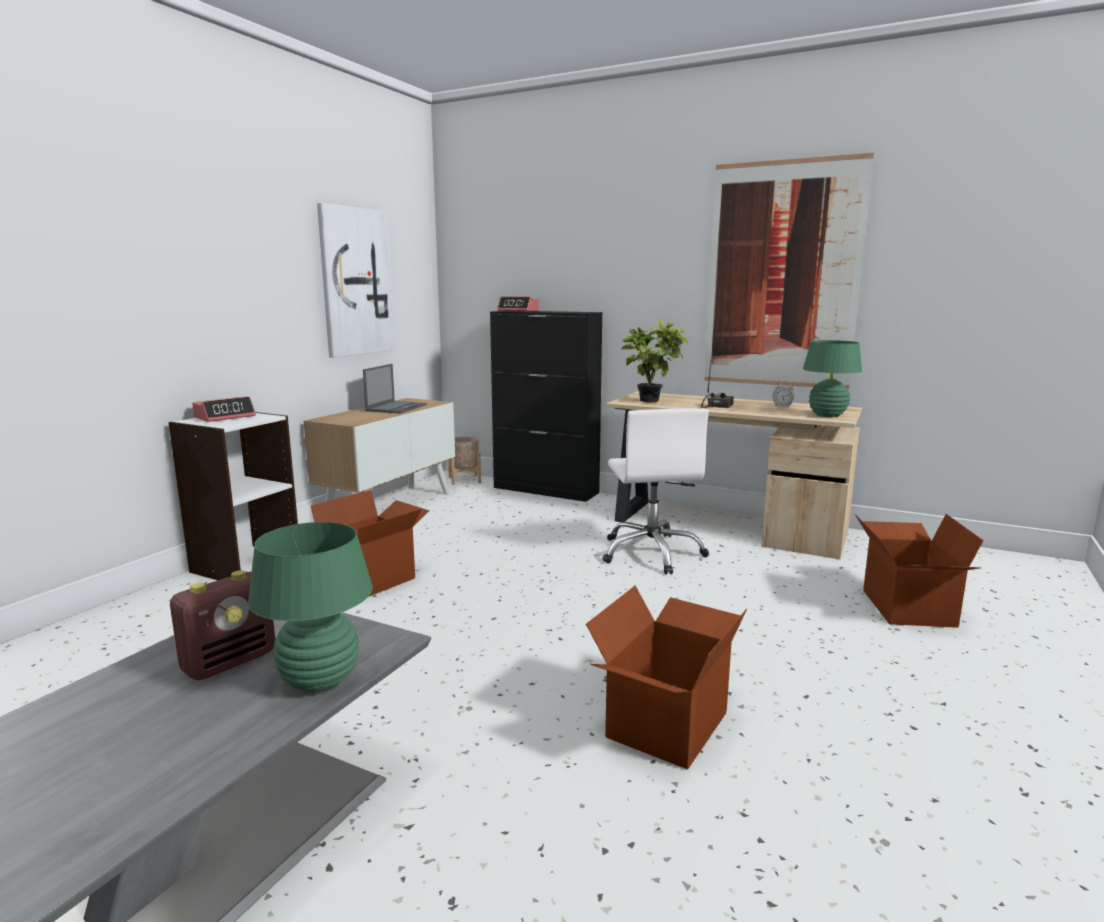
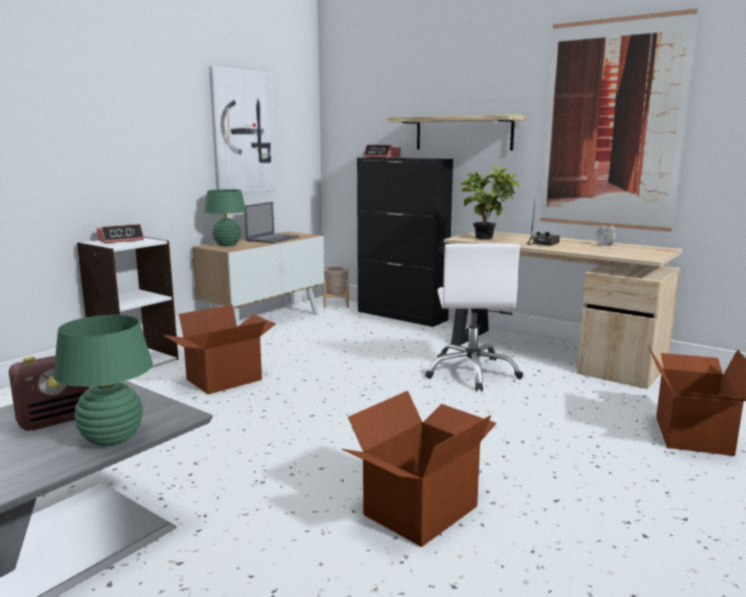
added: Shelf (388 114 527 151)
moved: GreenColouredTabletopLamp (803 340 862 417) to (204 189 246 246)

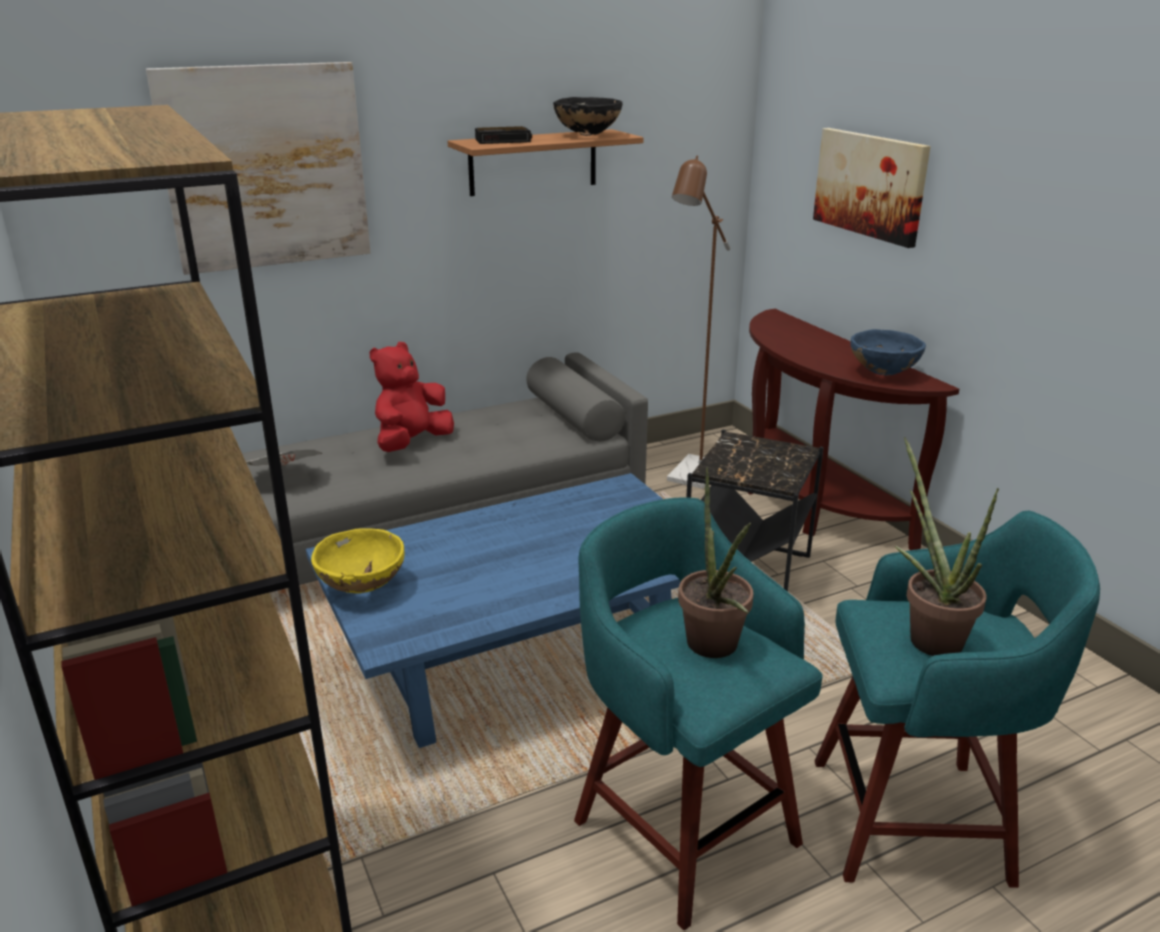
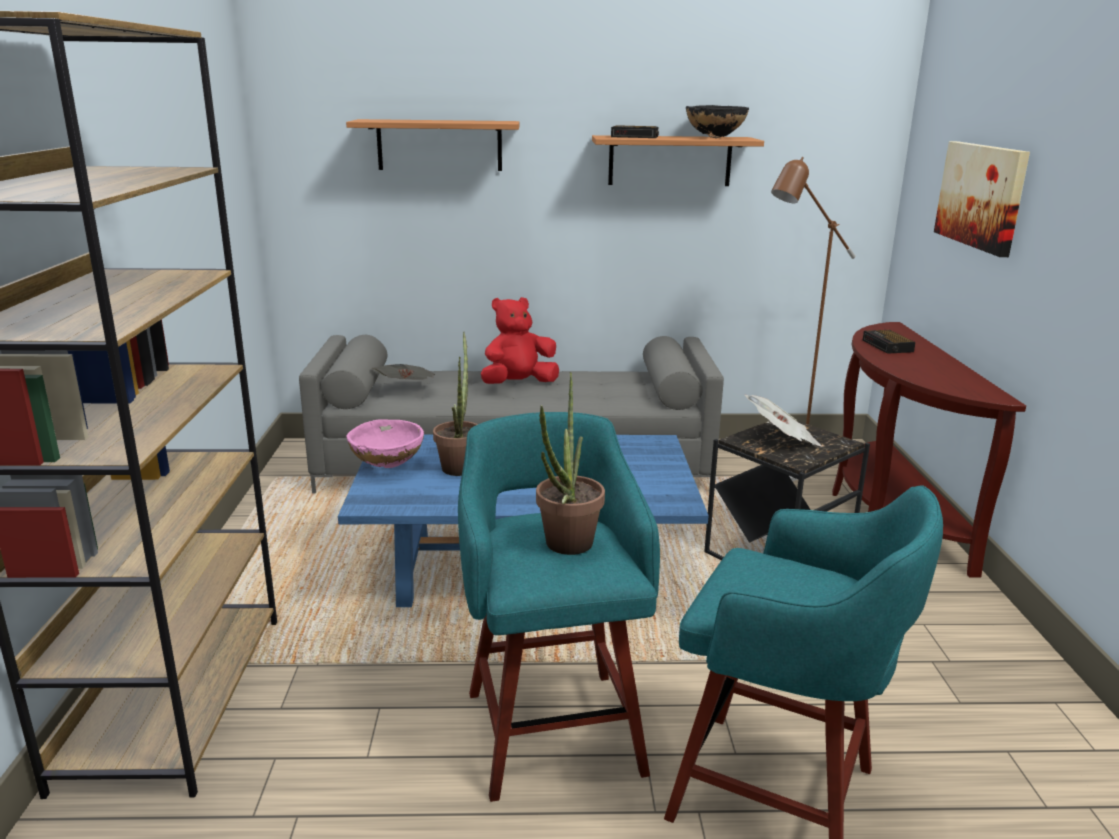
removed: BluishDeepDish (850 329 926 376)
added: DailyPaper (745 395 822 446); TableClock (863 330 916 354)
moved: Houseplant (894 437 999 656) to (433 331 478 476)
replaced: WallArt (146 62 371 275) to Shelf (346 119 520 171)
recoloured: YellowishDeepDish (311 528 405 593) to PinkColouredDeepDish (347 419 424 468)

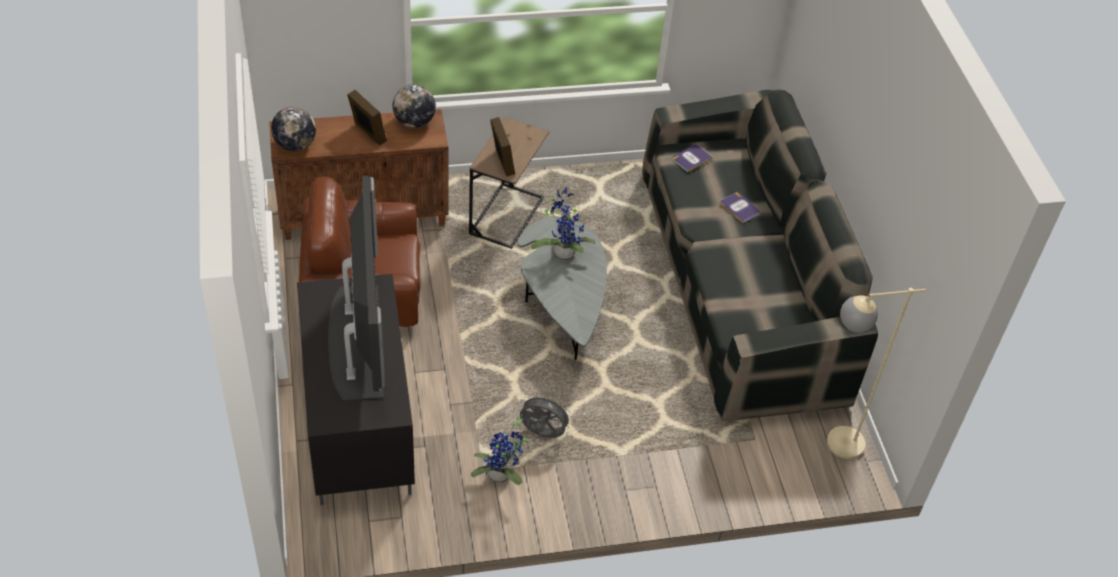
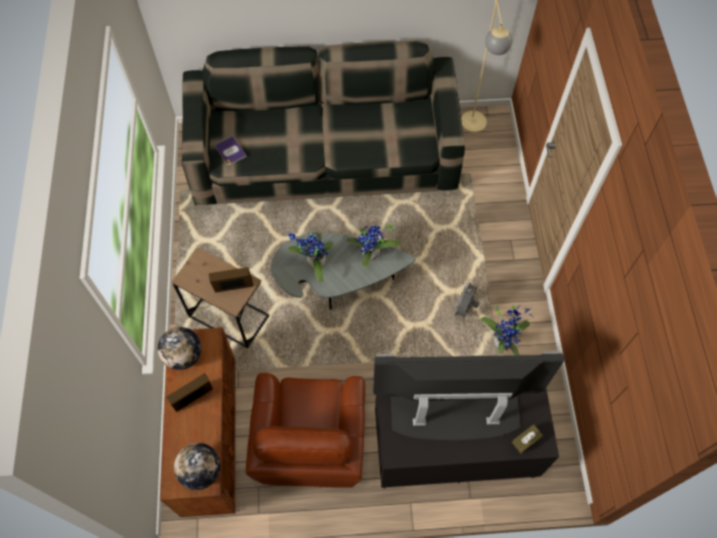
removed: Book (719 192 760 224)
added: Houseplant (347 225 401 267); BrownishBoxOfTissues (512 424 543 454)

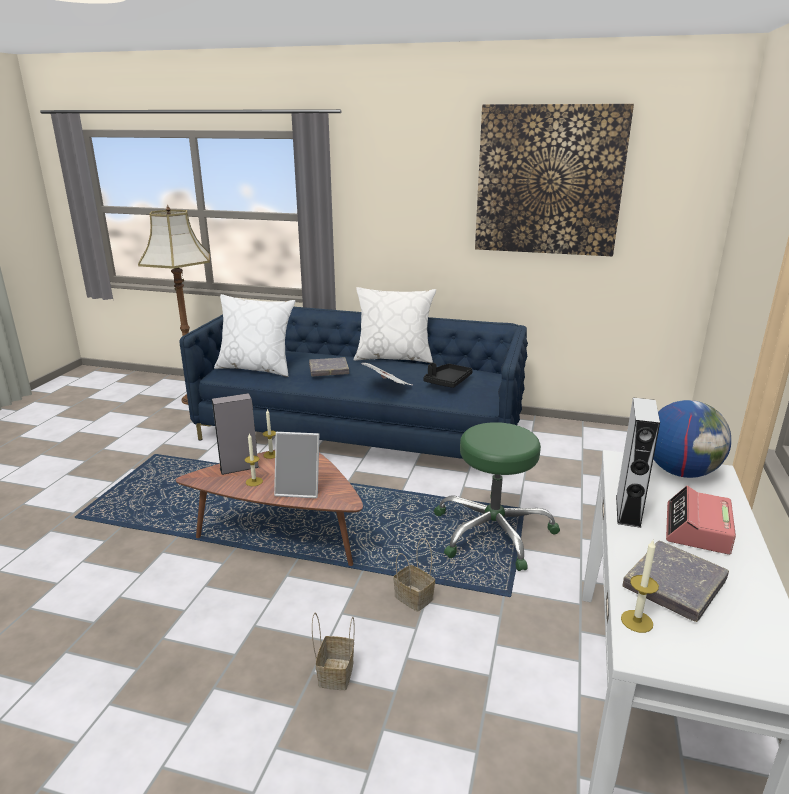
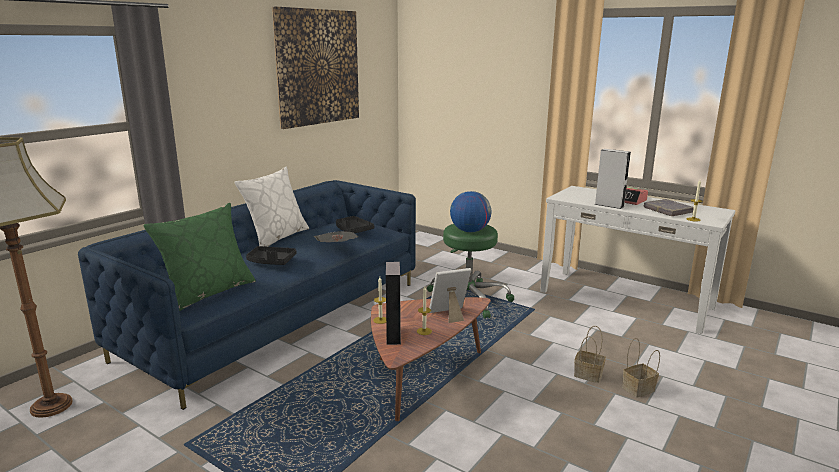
moved: StorageBasket (393 538 435 612) to (622 338 660 398); DeskGlobe (653 400 731 478) to (450 191 491 232)
replaced: GreyBook (309 357 349 377) to BlackCarryingTray (246 246 296 265)
recoloured: WhitishPillow (214 294 295 377) to GreenColouredPillow (143 203 256 311)
turned: PictureFrame (274 432 319 498) = (429 268 471 323) 135 degrees counterclockwise

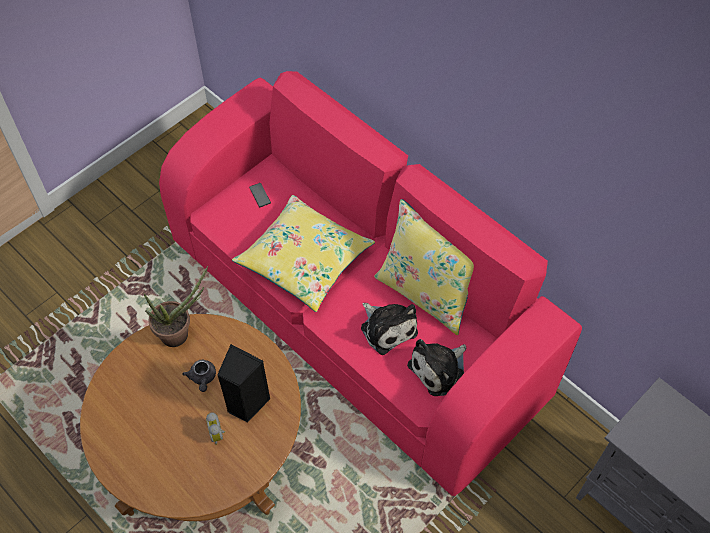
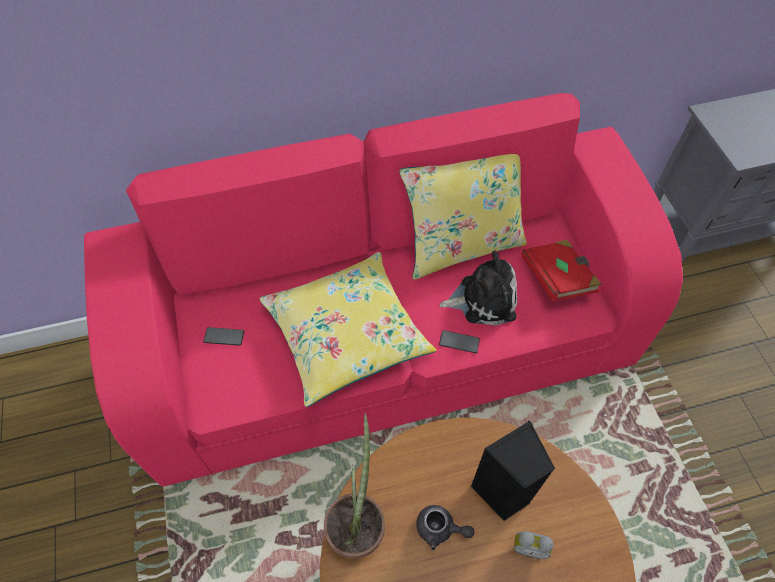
added: Handset (439 330 480 353)
replaced: PlushToy (407 339 466 396) to RedColouredBook (522 240 601 301)

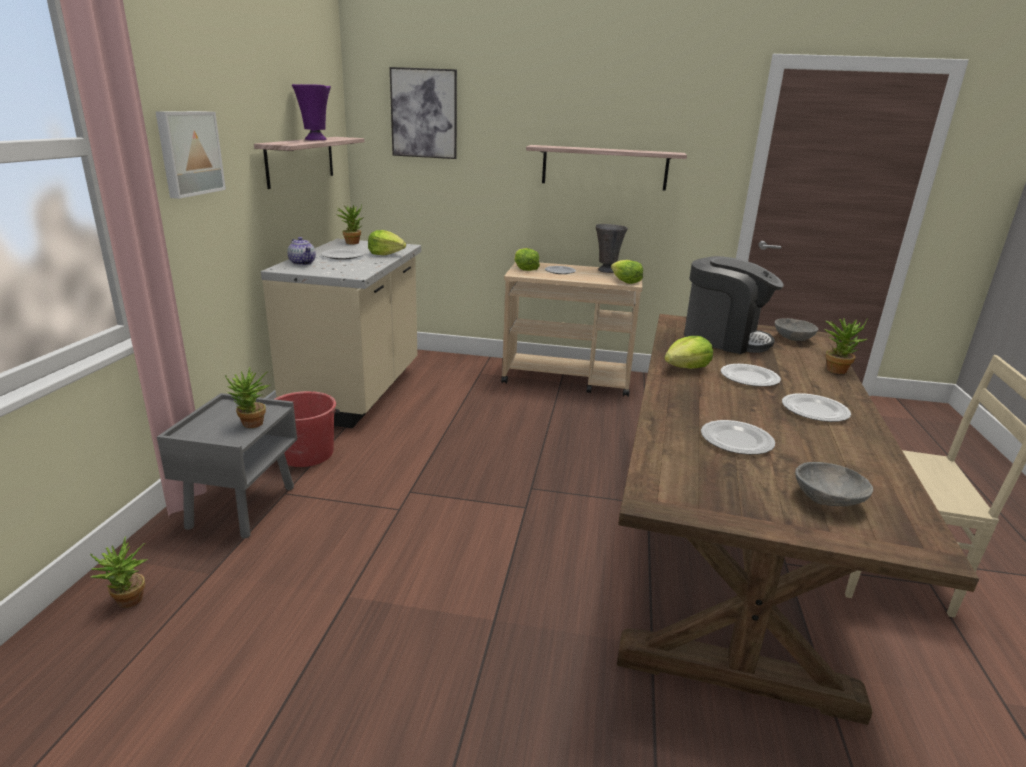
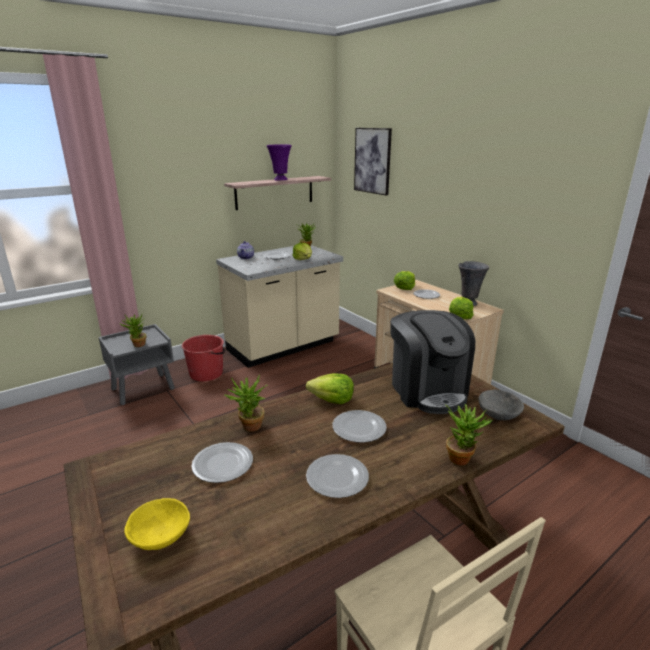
removed: WallArt (155 111 226 199); Shelf (526 145 687 191)
moved: Houseplant (90 536 148 608) to (224 375 267 432)
recoloured: GreyDeepDish (795 462 873 506) to YellowishDeepDish (124 498 190 550)

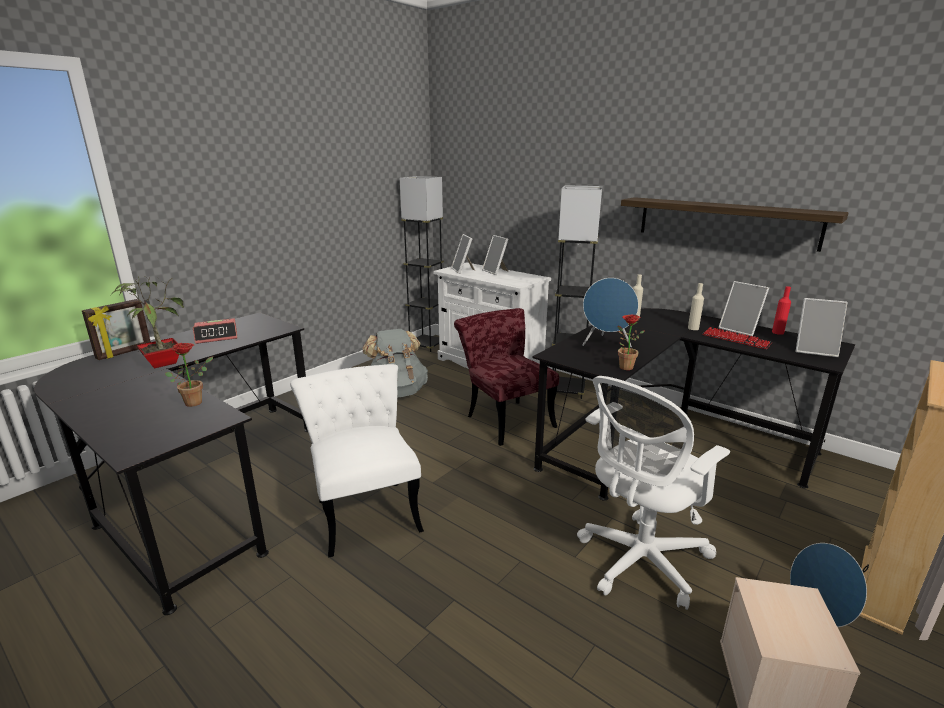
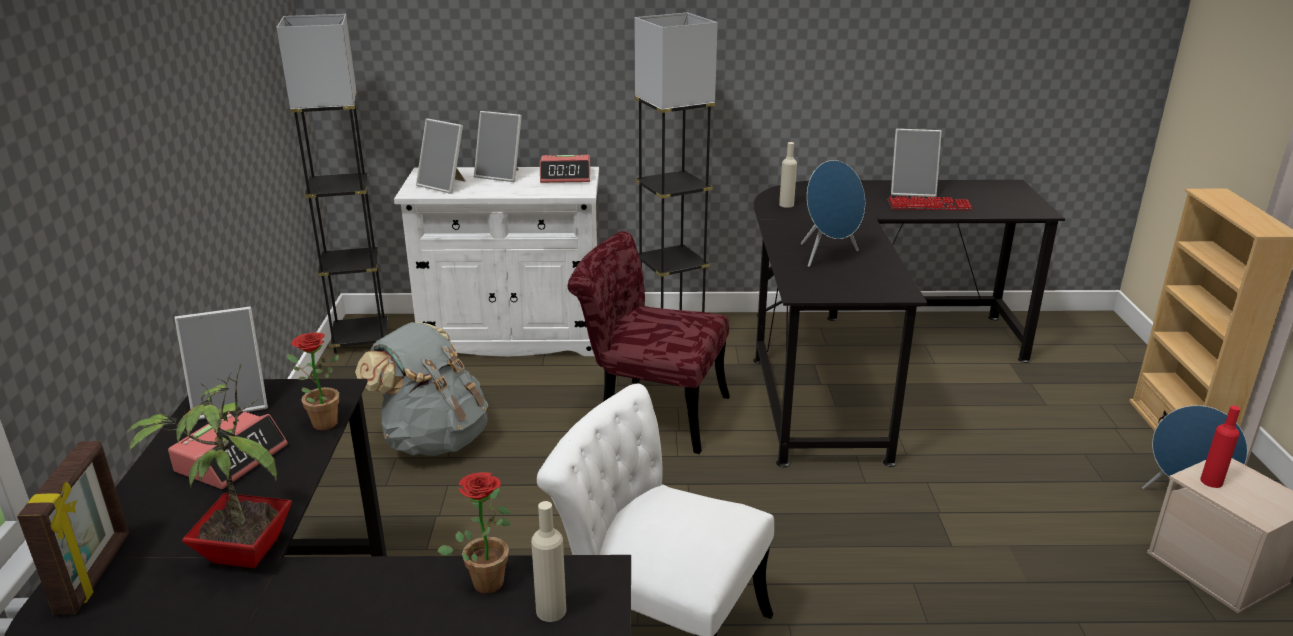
removed: WhitishDeskChair (577 376 730 610); Shelf (621 197 849 252)
added: TableClock (540 155 590 183)
moved: Houseplant (617 315 644 370) to (287 332 339 430); SandColouredBeverageBottle (688 283 704 330) to (531 501 566 622); RedColouredBeverageBottle (772 286 791 335) to (1200 405 1240 488); PictureFrame (795 298 848 357) to (175 307 268 420)

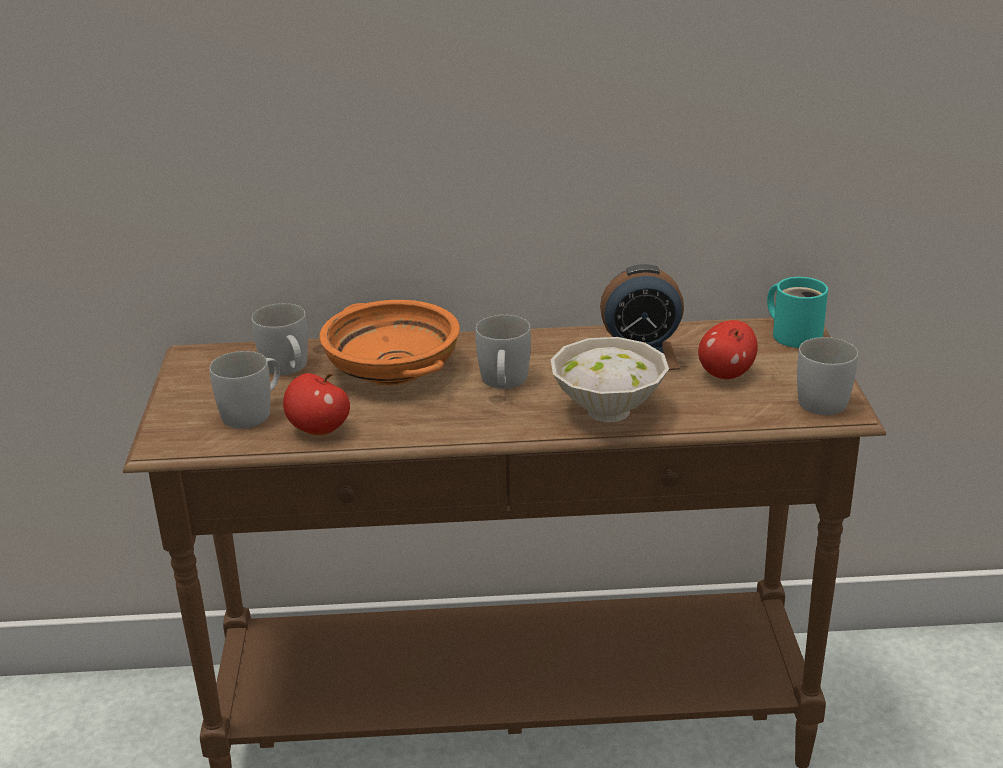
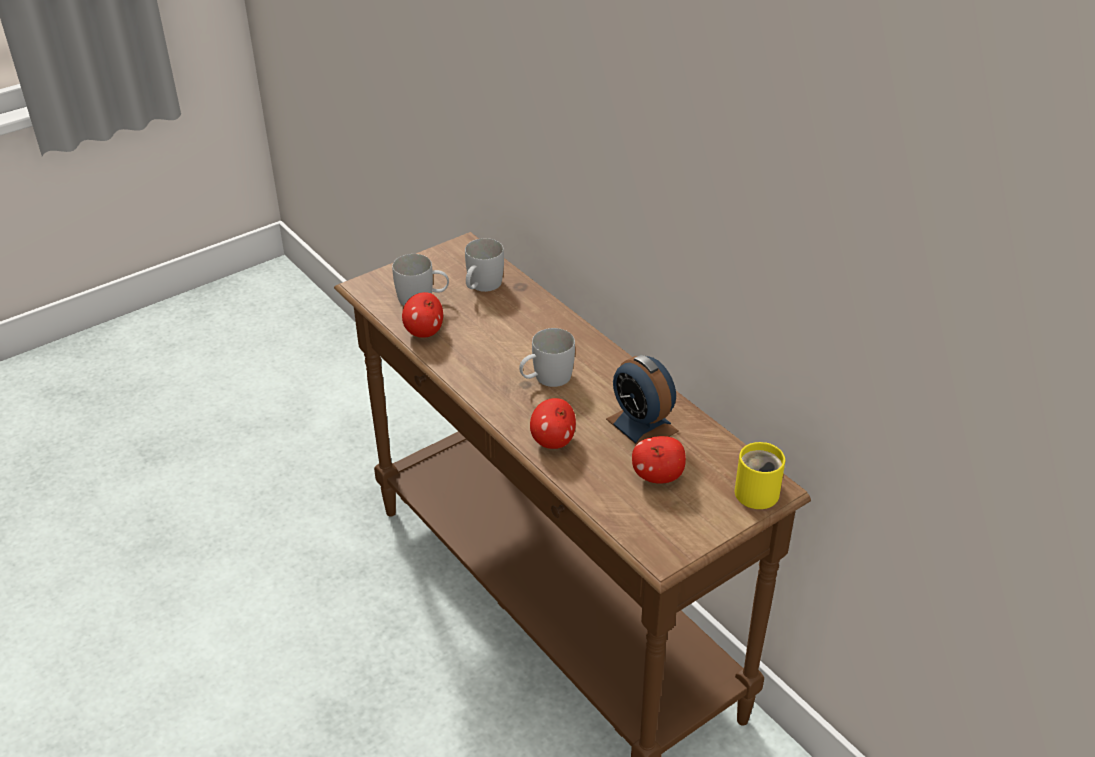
removed: OrangeDeepDish (320 300 460 385); WhitishMug (797 337 858 415)
replaced: WhitishDeepDish (550 337 669 423) to Apple (530 398 576 449)
recoloured: TurquoiseColouredMug (767 277 828 348) to YellowishMug (735 442 785 509)

